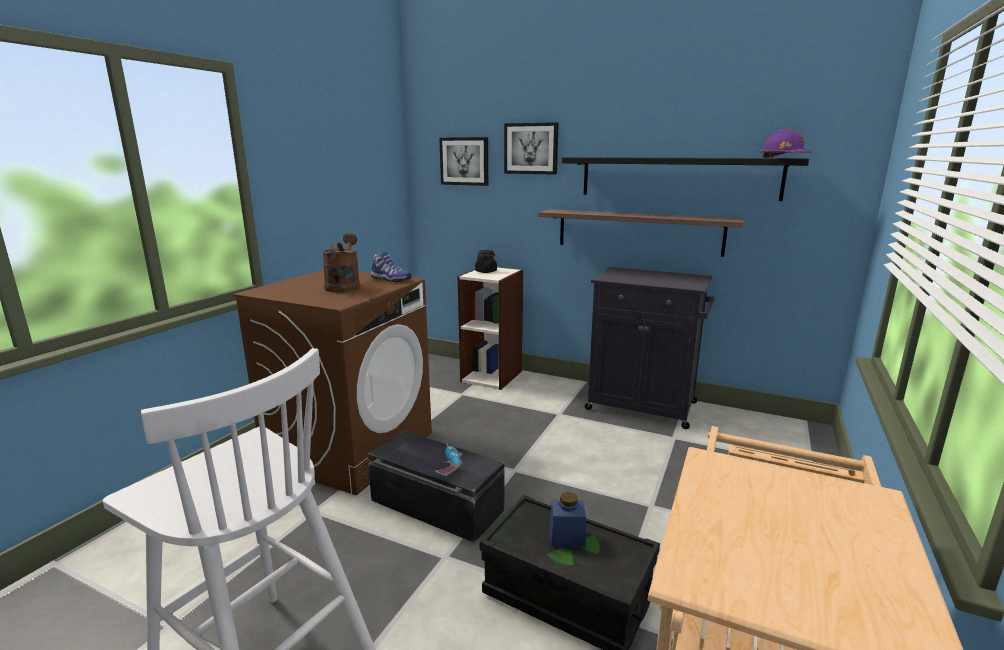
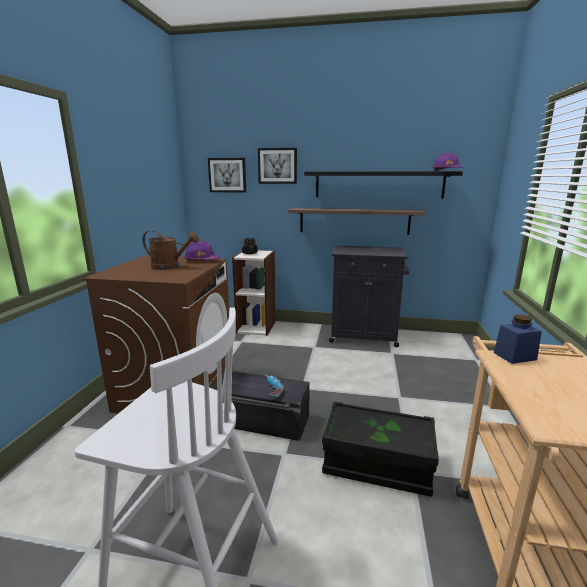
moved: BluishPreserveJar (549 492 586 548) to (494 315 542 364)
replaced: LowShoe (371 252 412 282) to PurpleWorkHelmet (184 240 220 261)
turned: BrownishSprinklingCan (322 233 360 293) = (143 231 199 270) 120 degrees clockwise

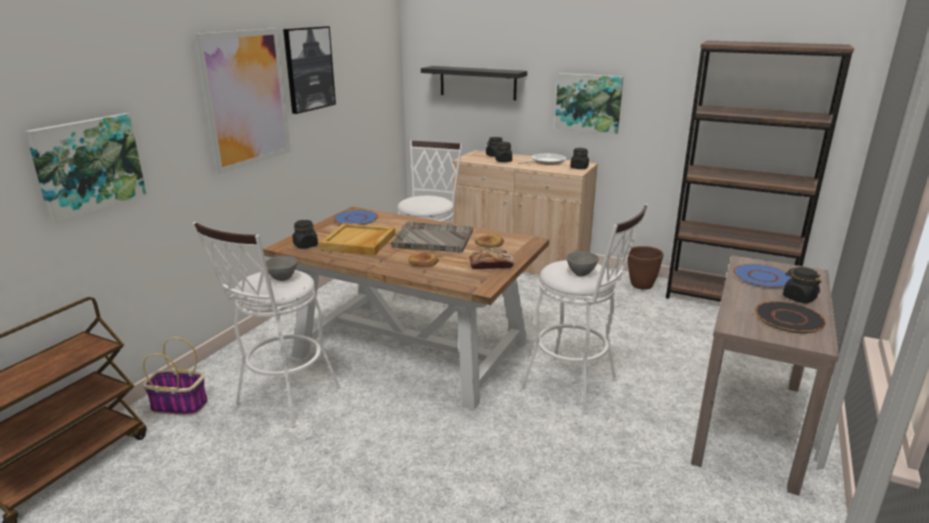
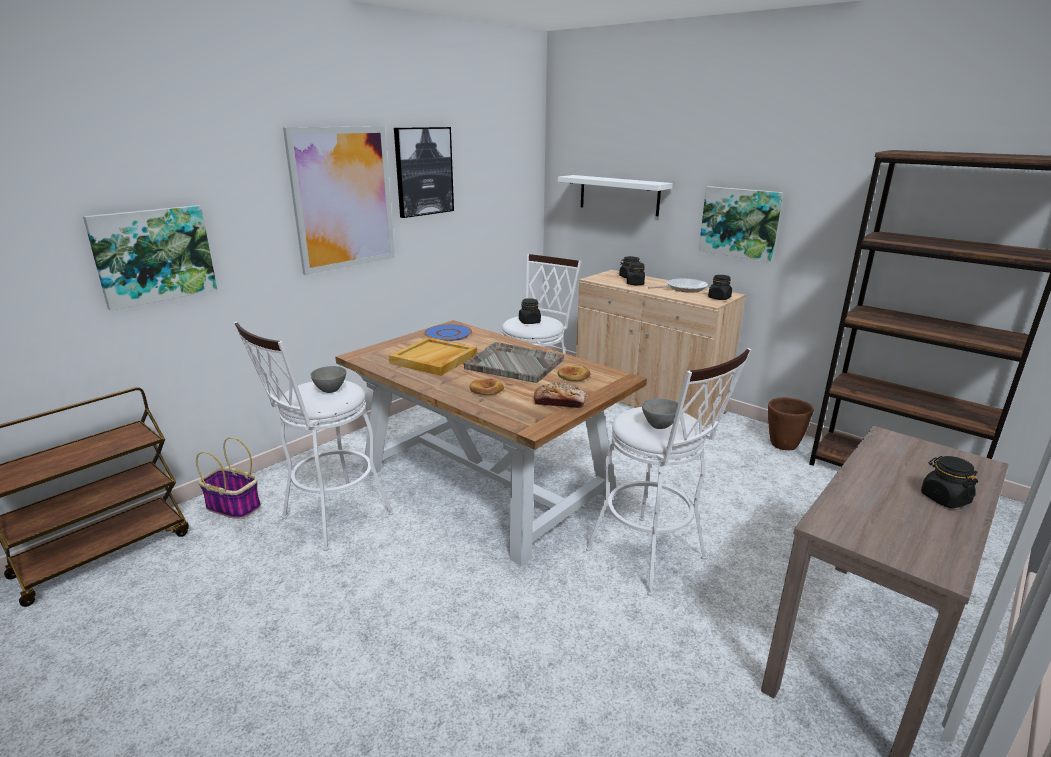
removed: BluishDinnerPlate (733 264 791 289); BlackDinnerPlate (755 301 826 333)
moved: BlackPreserveJar (292 220 318 249) to (519 298 541 324)
recoloured: BlackShelf (421 66 527 100) to WhitishShelf (558 175 673 216)

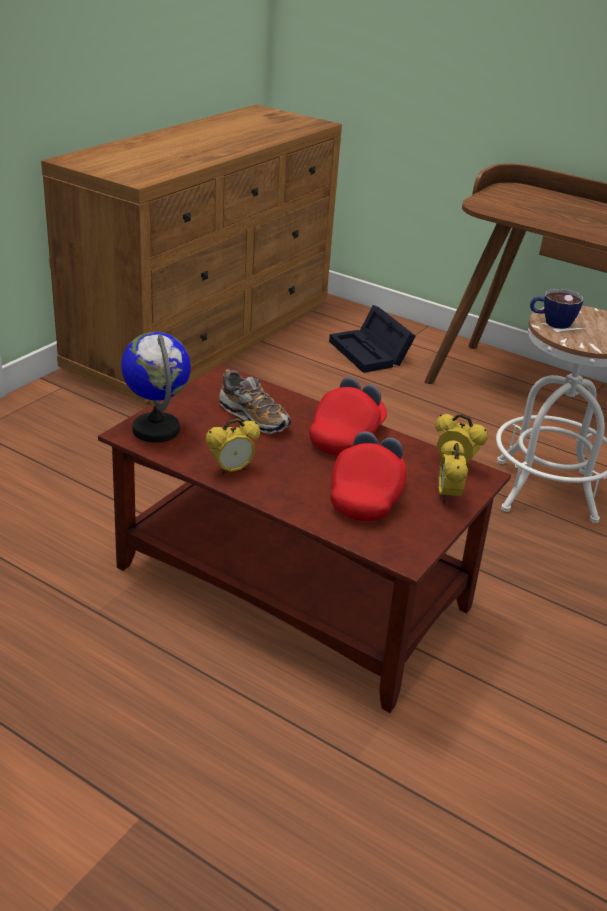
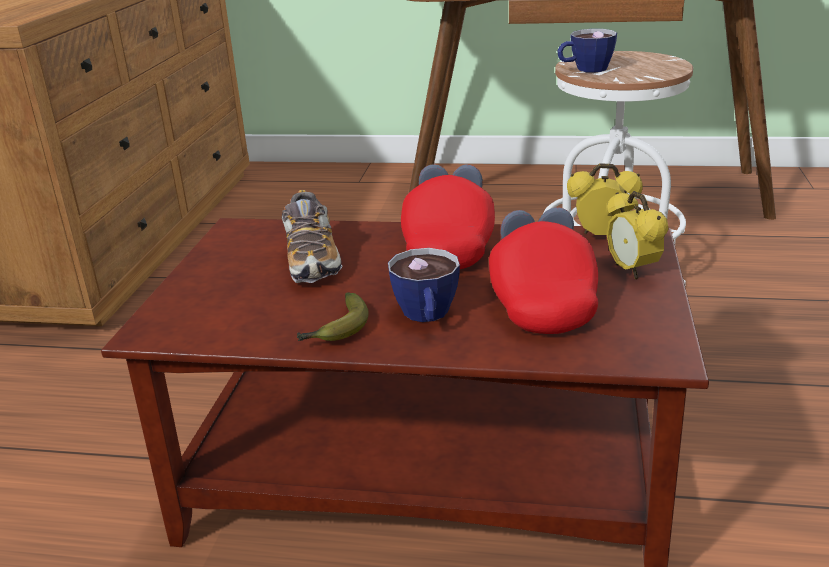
removed: DeskGlobe (121 332 191 443); BlackStorageContainer (329 305 416 373)
added: SmallCup (388 248 460 322)
replaced: TableClock (206 418 260 475) to WholeBanana (297 292 369 341)
turned: LowShoe (219 369 291 434) = (282 190 342 283) 60 degrees clockwise

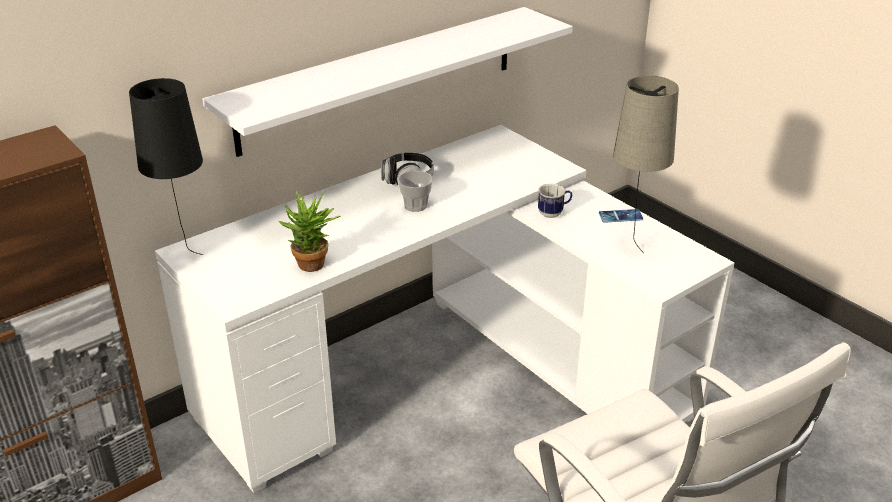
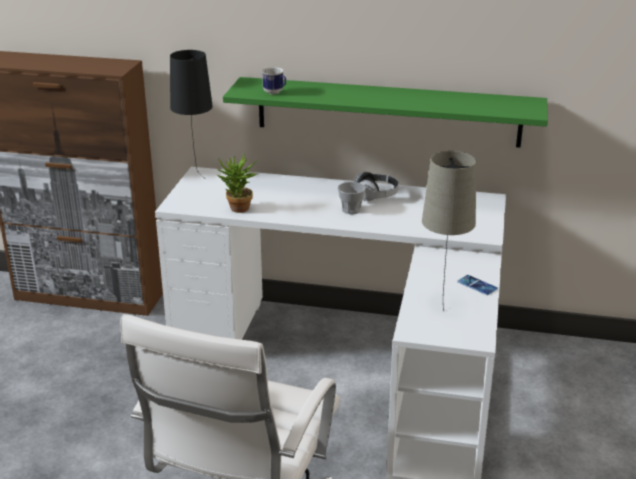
moved: Mug (538 184 572 218) to (262 67 286 94)
recoloured: WhitishShelf (202 7 573 157) to GreenColouredShelf (223 77 548 148)

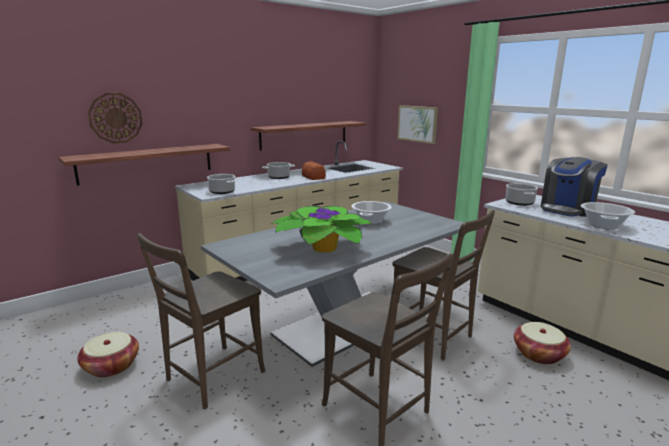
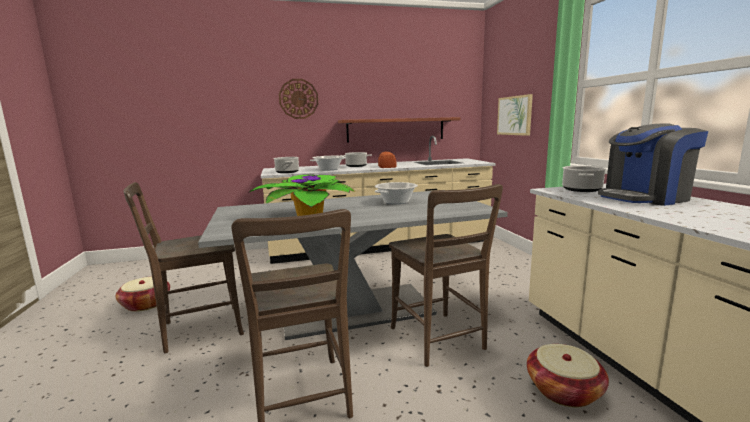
removed: Shelf (58 144 230 186)
moved: HangingClock (88 93 143 144) to (279 79 318 119); Stockpot (581 202 635 230) to (310 156 346 171)

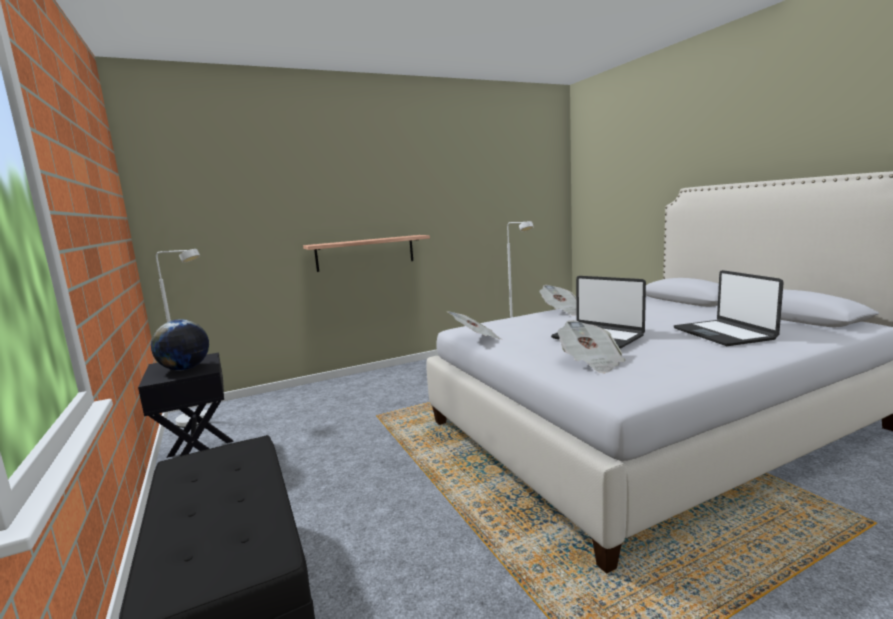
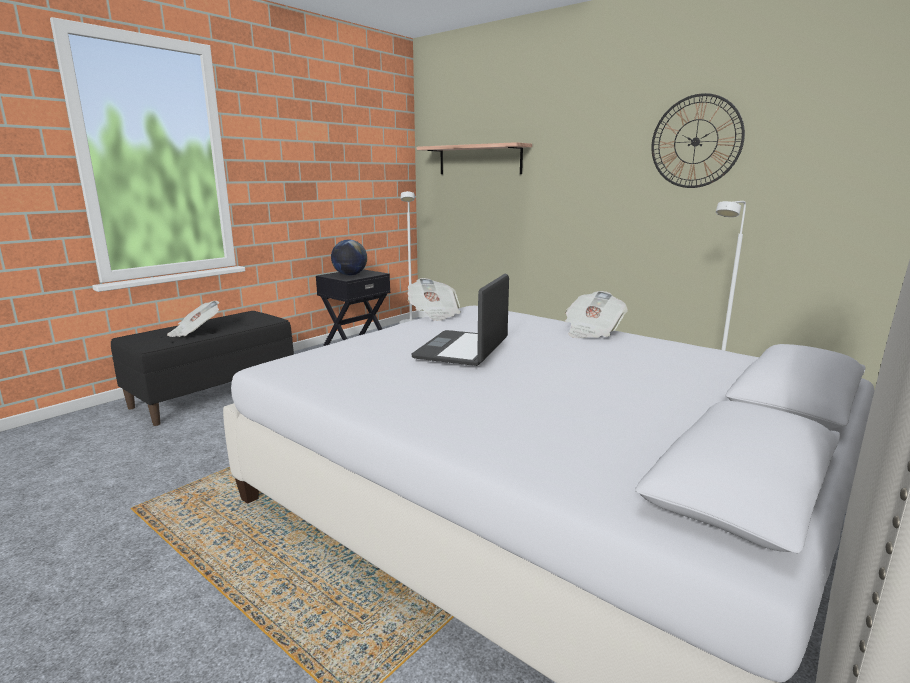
removed: NotebookComputer (674 270 784 346)
added: HangingClock (651 93 745 188)
moved: Shelf (303 235 430 272) to (417 142 532 174); DailyPaper (557 320 625 374) to (167 301 220 337)

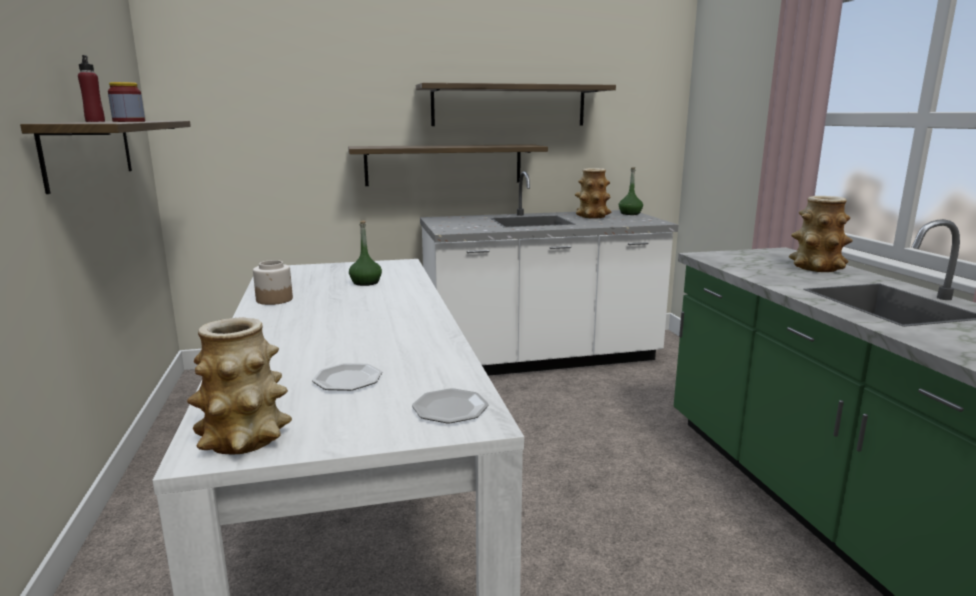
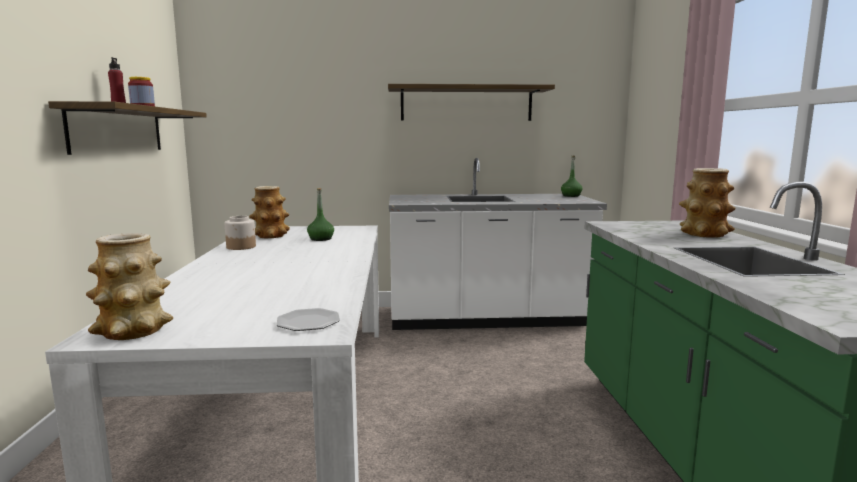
removed: DinnerPlate (312 363 382 391); Shelf (348 144 548 186)
moved: DecorativeVase (575 168 611 219) to (249 186 290 238)

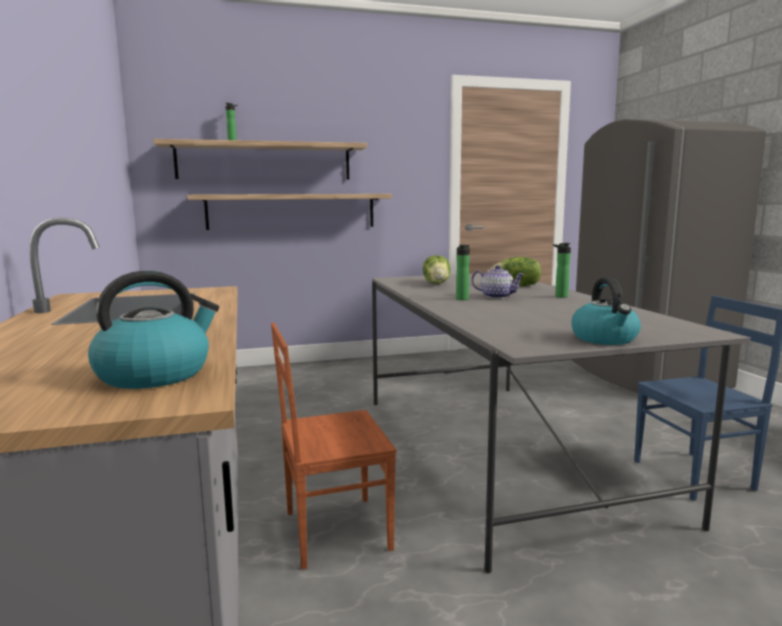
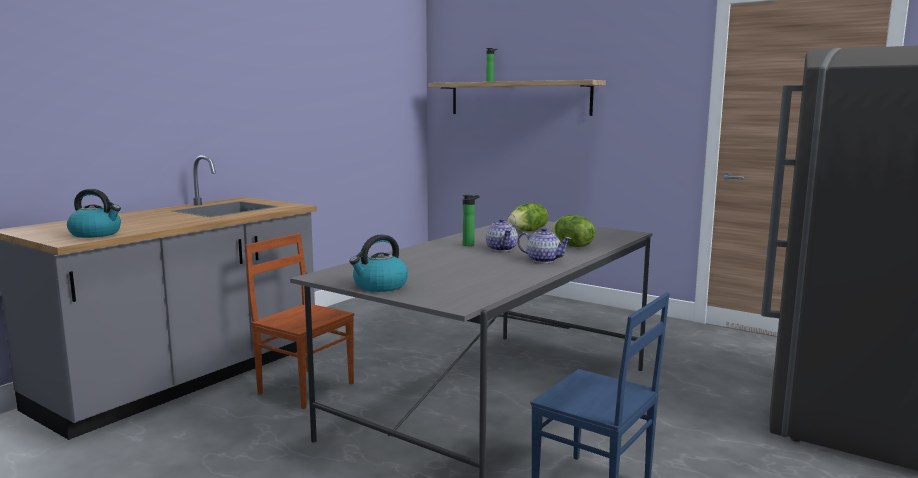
removed: Shelf (187 194 392 230)
replaced: BeverageBottle (553 243 571 298) to PotForTea (517 227 572 263)

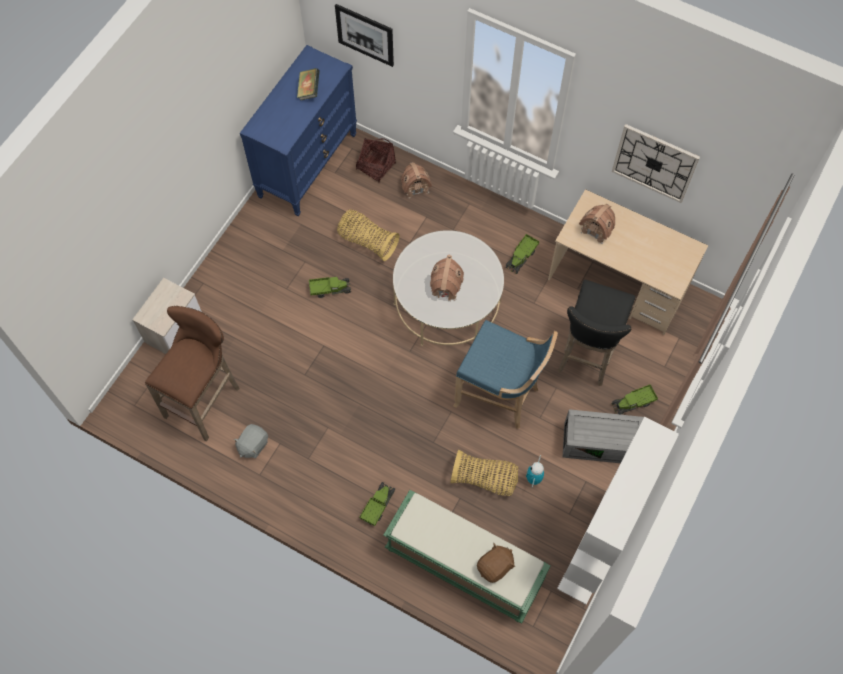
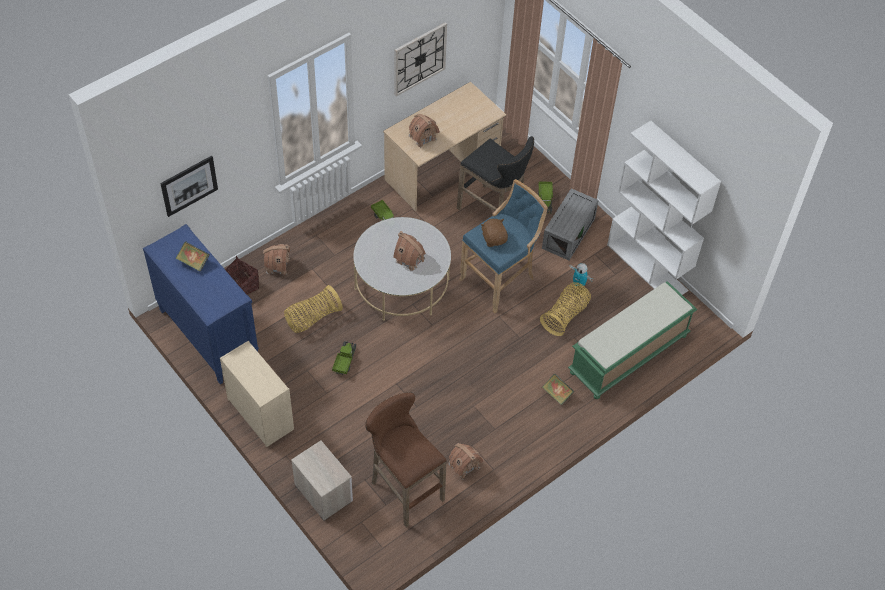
added: SandColouredDresser (220 341 294 447)
moved: BrownishPlushToy (477 543 515 583) to (481 219 508 247)
replaced: GreyPlushToy (233 424 268 458) to MiniatureHouse (449 443 483 480); ToyTruck (360 482 395 526) to Book (542 374 574 405)

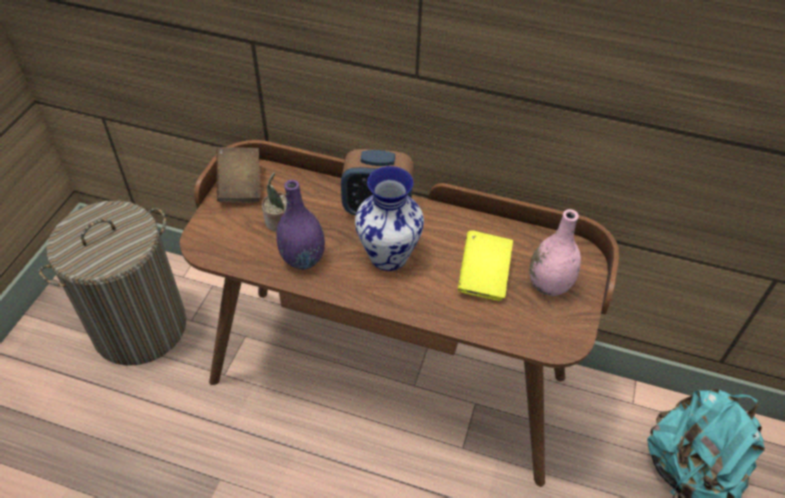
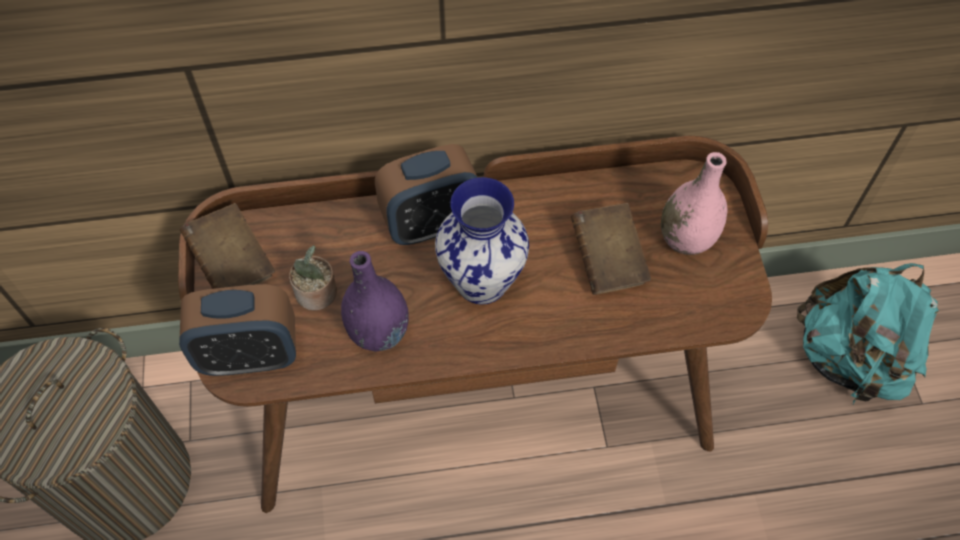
added: TableClock (179 284 296 376)
recoloured: YellowishBook (457 231 513 301) to BrownishBook (570 203 651 295)

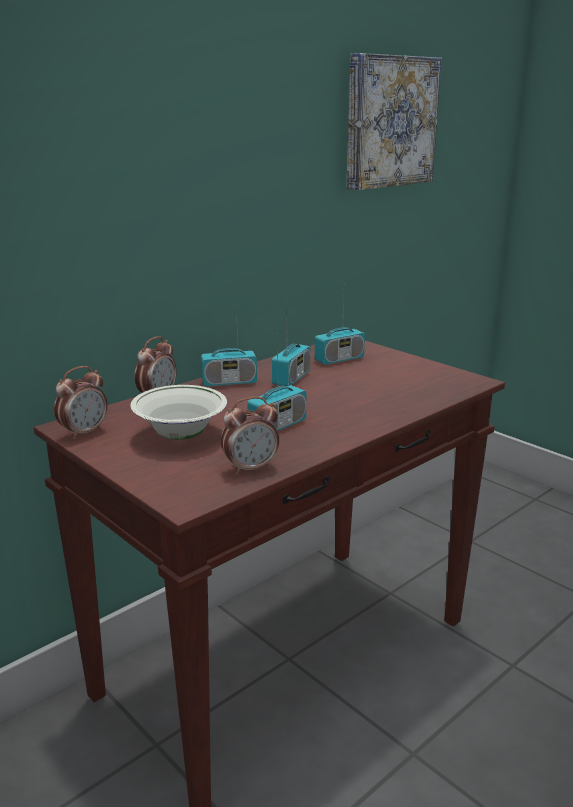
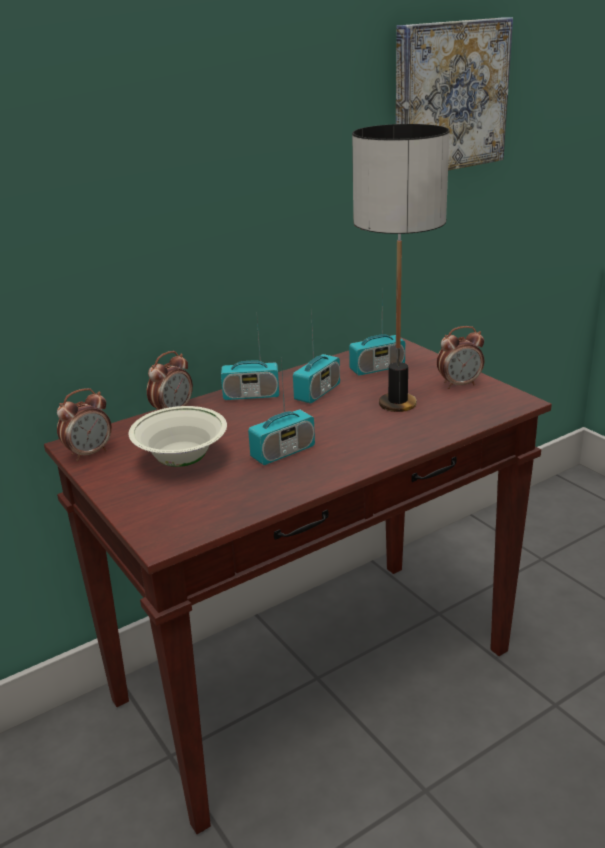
added: TabletopLamp (352 124 450 412)
moved: TableClock (221 396 279 475) to (437 326 484 389)

